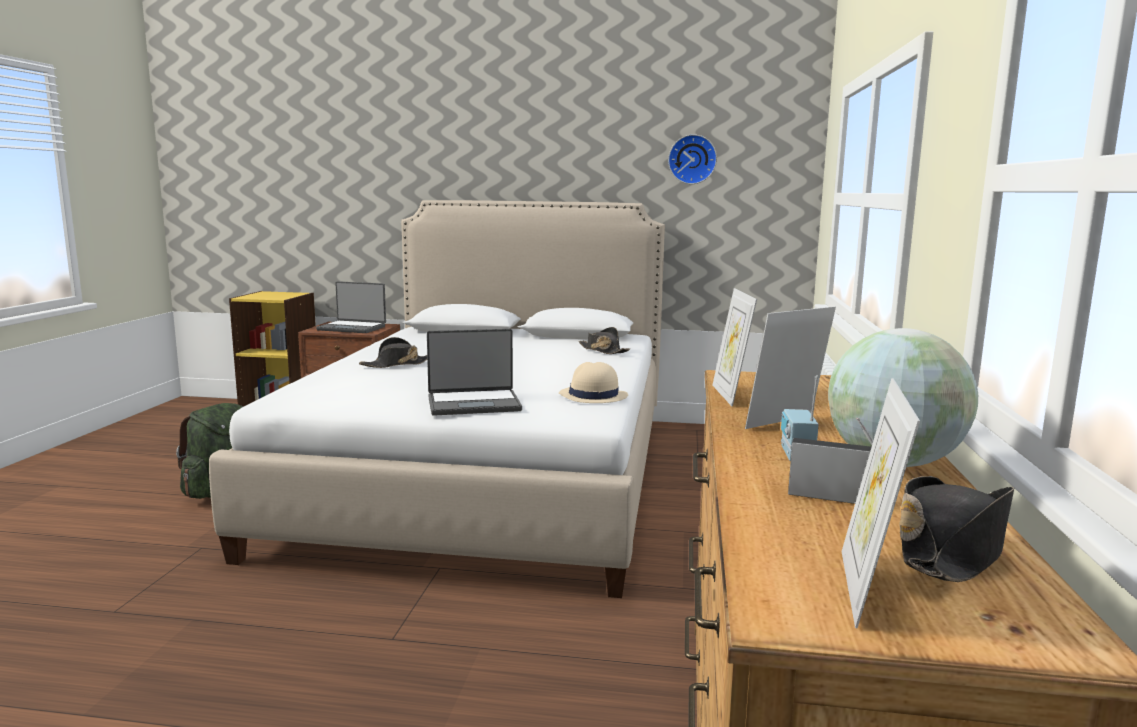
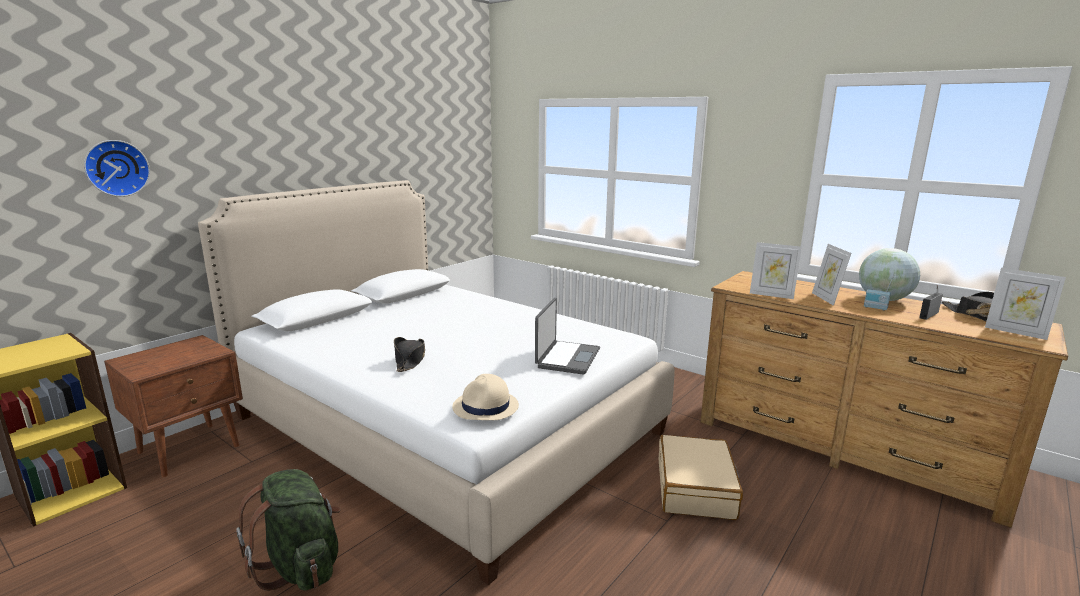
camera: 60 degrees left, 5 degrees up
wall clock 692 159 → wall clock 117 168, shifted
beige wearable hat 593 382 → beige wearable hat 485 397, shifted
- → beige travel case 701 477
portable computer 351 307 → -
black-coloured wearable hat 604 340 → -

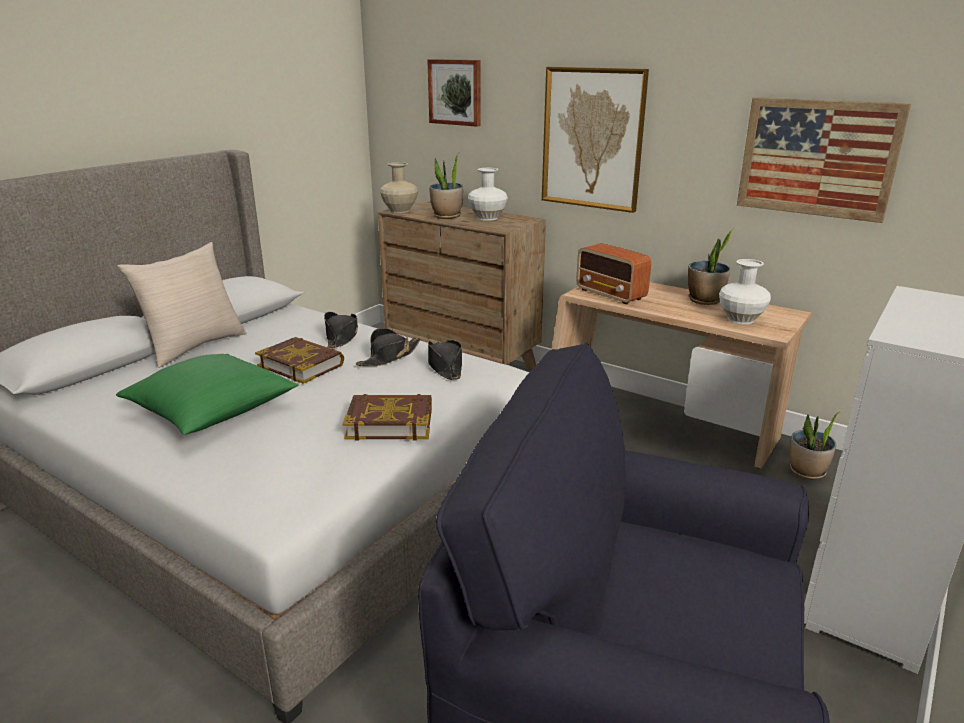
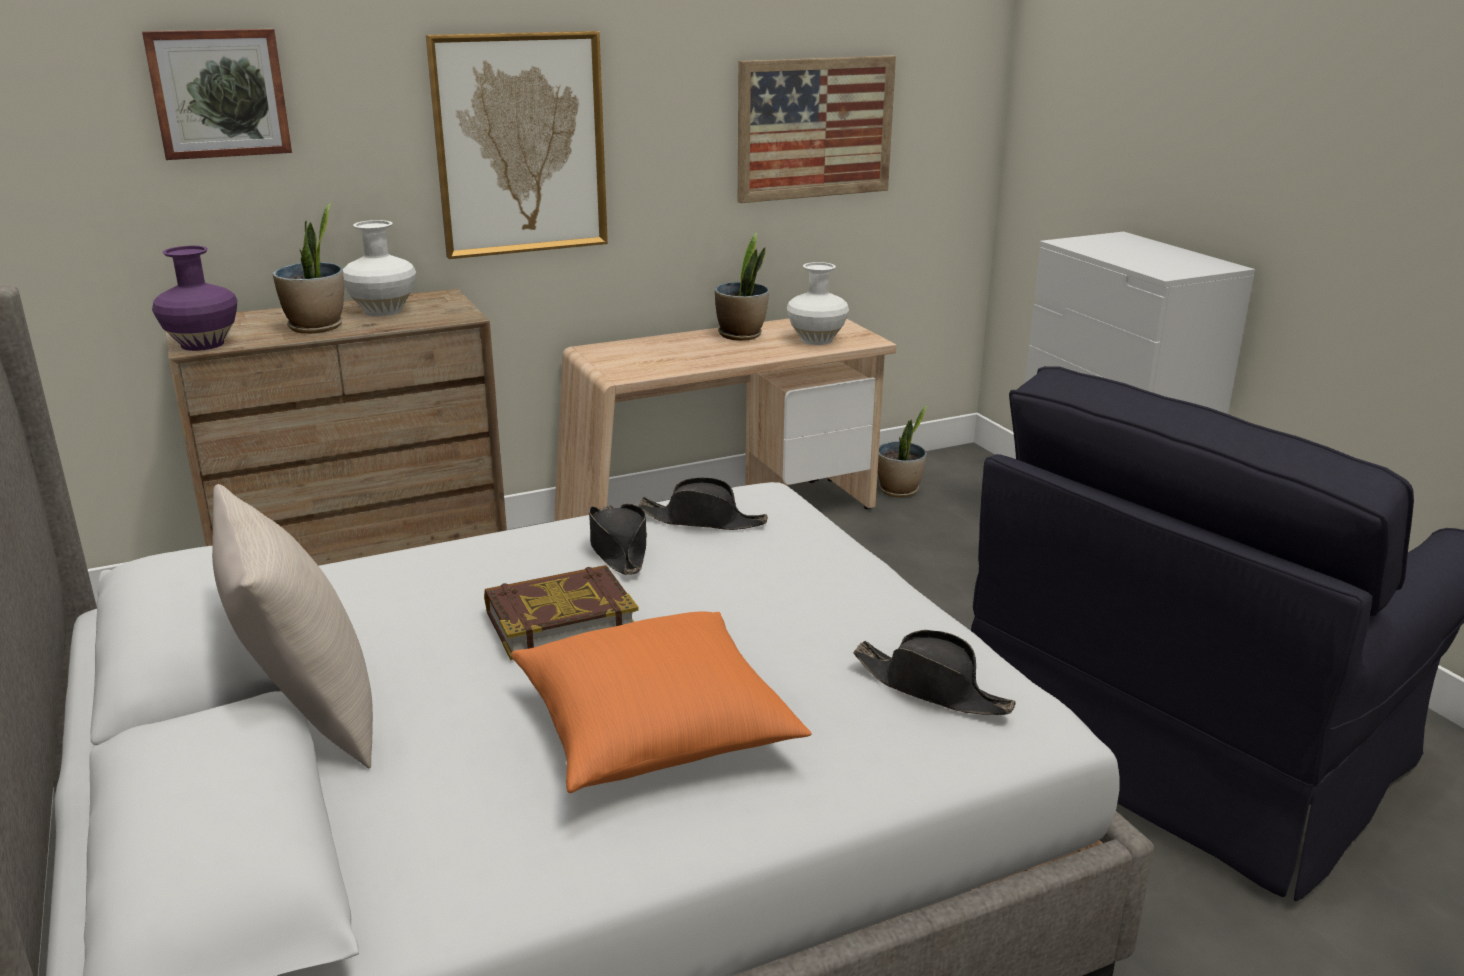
camera: 60 degrees left, 0 degrees up
beige flower vase 399 187 → purple flower vase 194 298
green pillow 207 394 → orangey pillow 661 702
black-coloured wearable hat 341 330 → black-coloured wearable hat 934 672, shifted
book 387 417 → -
radio 613 273 → -

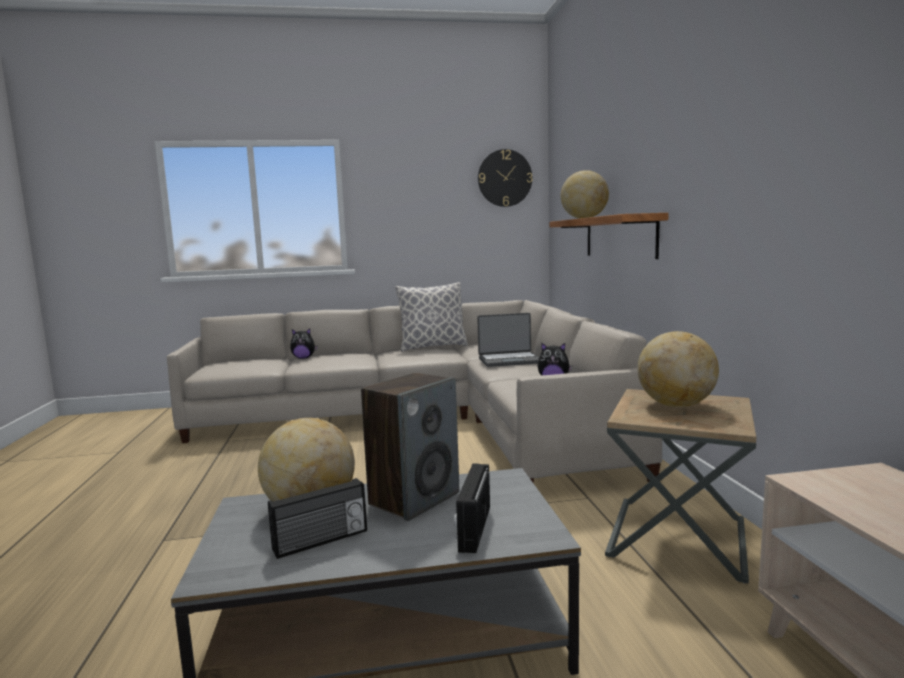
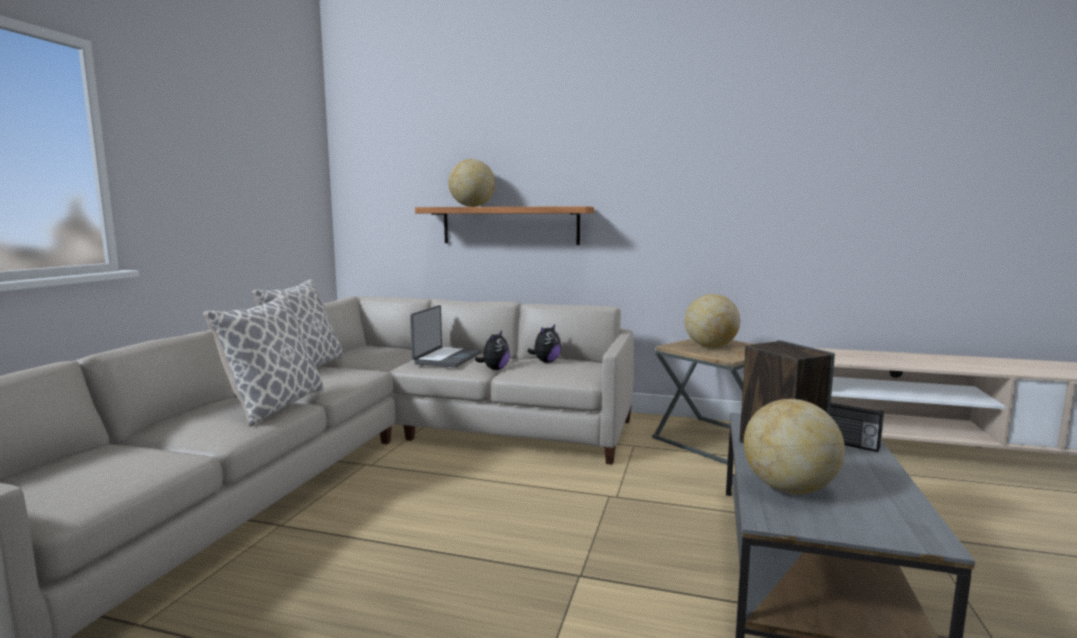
camera: 65 degrees left, 0 degrees up
- → pillow 263 360
soft toy 304 344 → soft toy 492 350, shifted
radio 317 518 → -
wall clock 505 178 → -

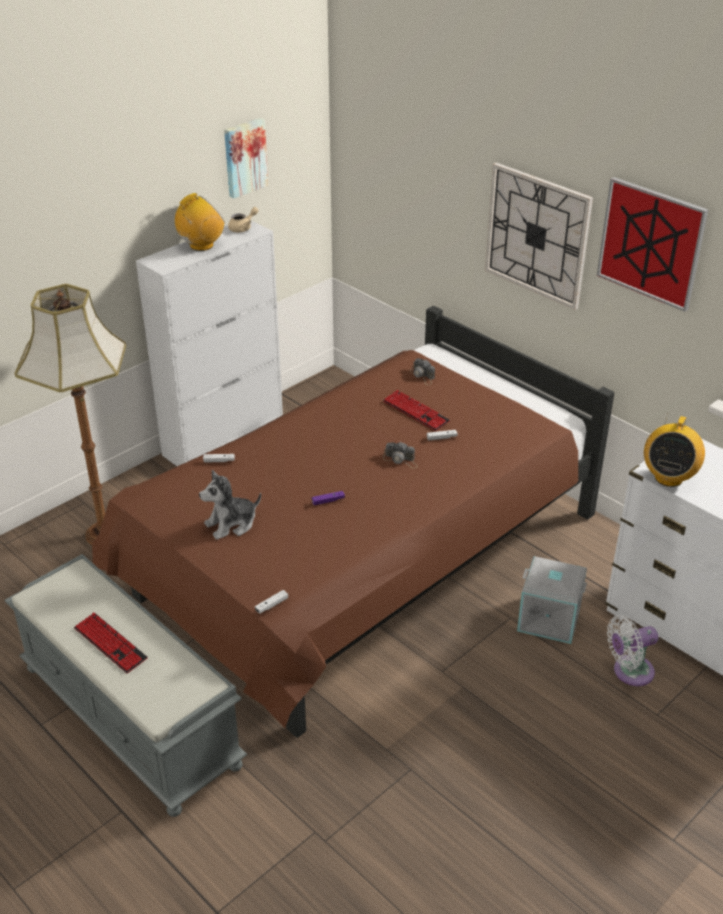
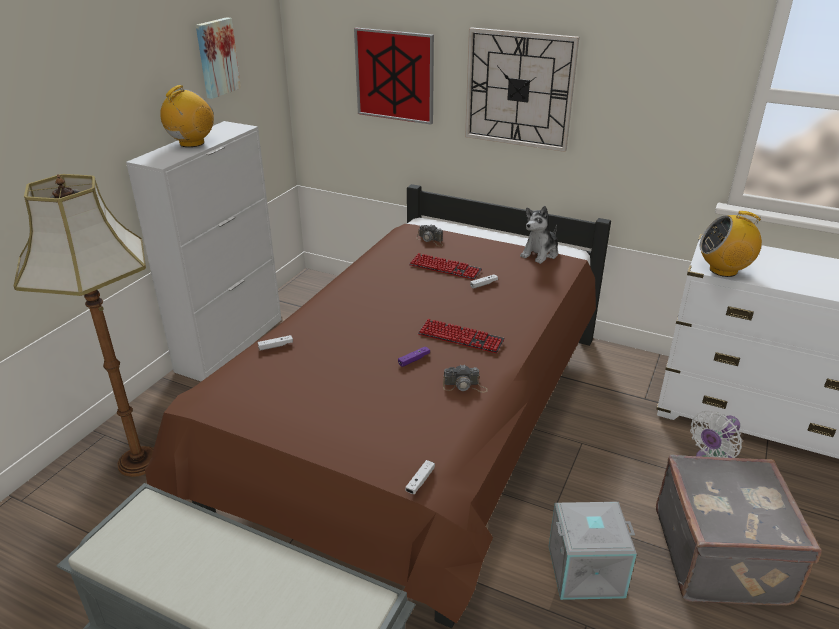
camera: 20 degrees left, 5 degrees down
picture 652 244 → picture 394 76, shifted
keyboard 111 642 → keyboard 461 336, shifted
still camera 400 455 → still camera 465 378, shifted
soft toy 230 505 → soft toy 539 235, shifted
greyish storage container 552 600 → greyish storage container 593 551, shifted
- → greyish travel case 739 530
radio 674 450 → radio 731 244, 90 degrees clockwise
beige teapot 243 219 → -

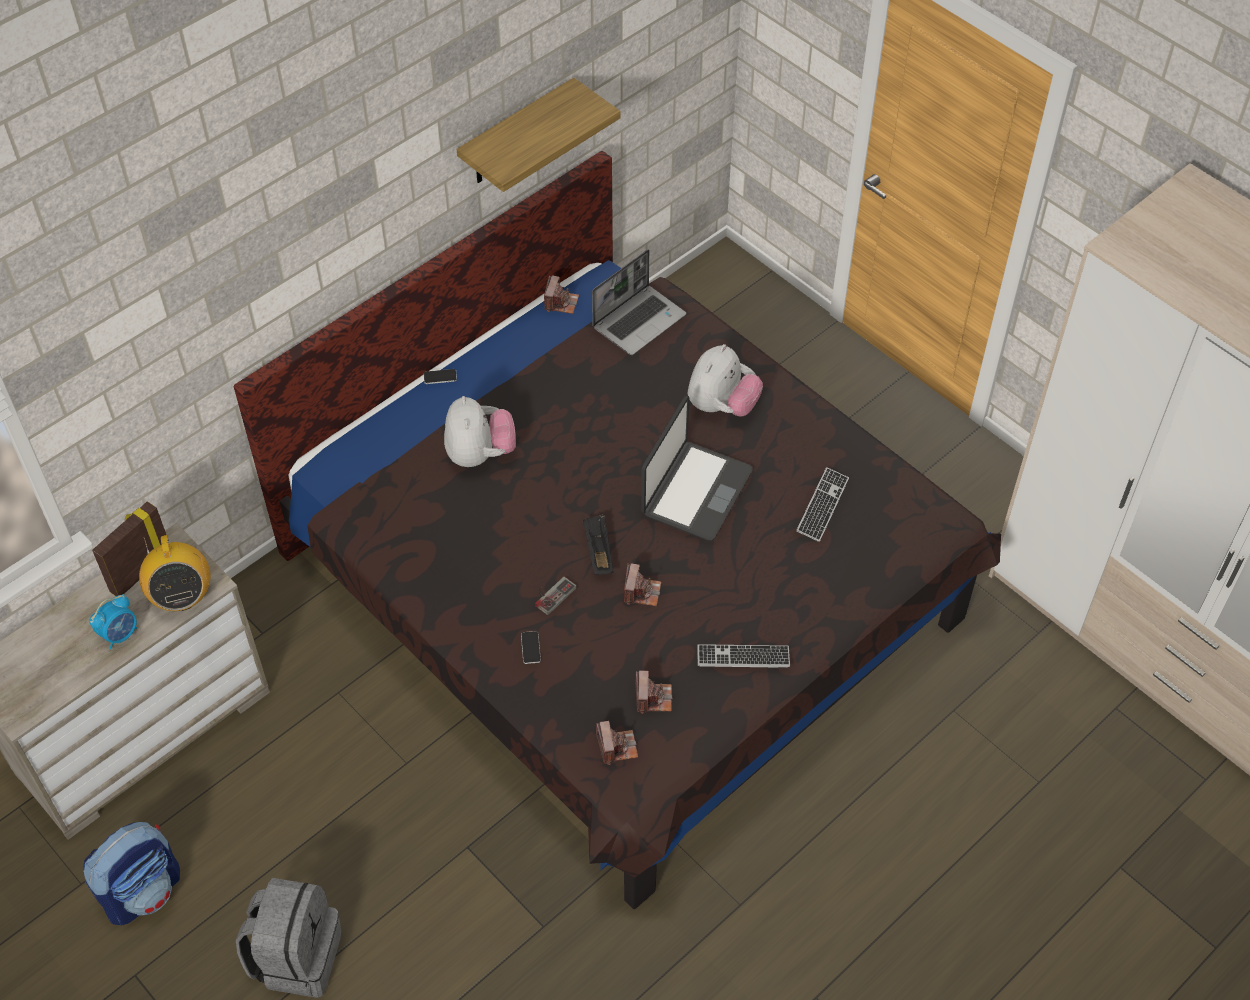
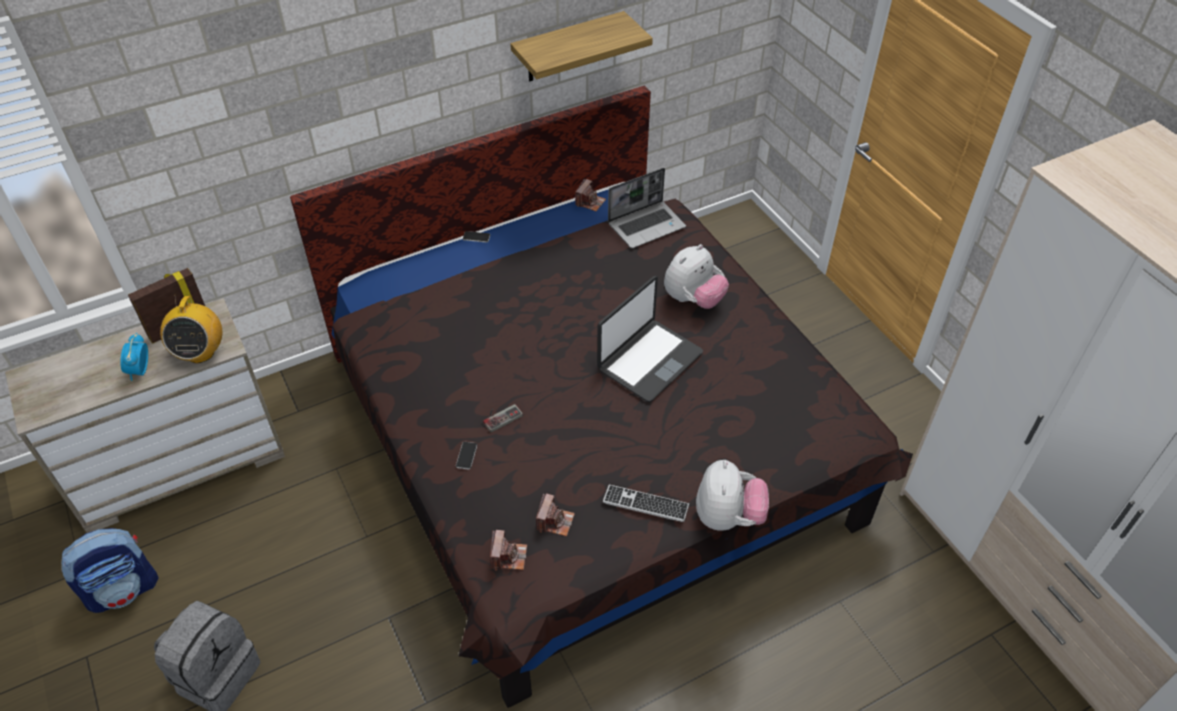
camera: 15 degrees right, 5 degrees down
bedside clock 113 621 → bedside clock 134 357, 120 degrees clockwise
soft toy 480 431 → soft toy 732 495, shifted
black-coloured carrying tray 598 544 → -
still camera 642 584 → -
keyboard 822 504 → -

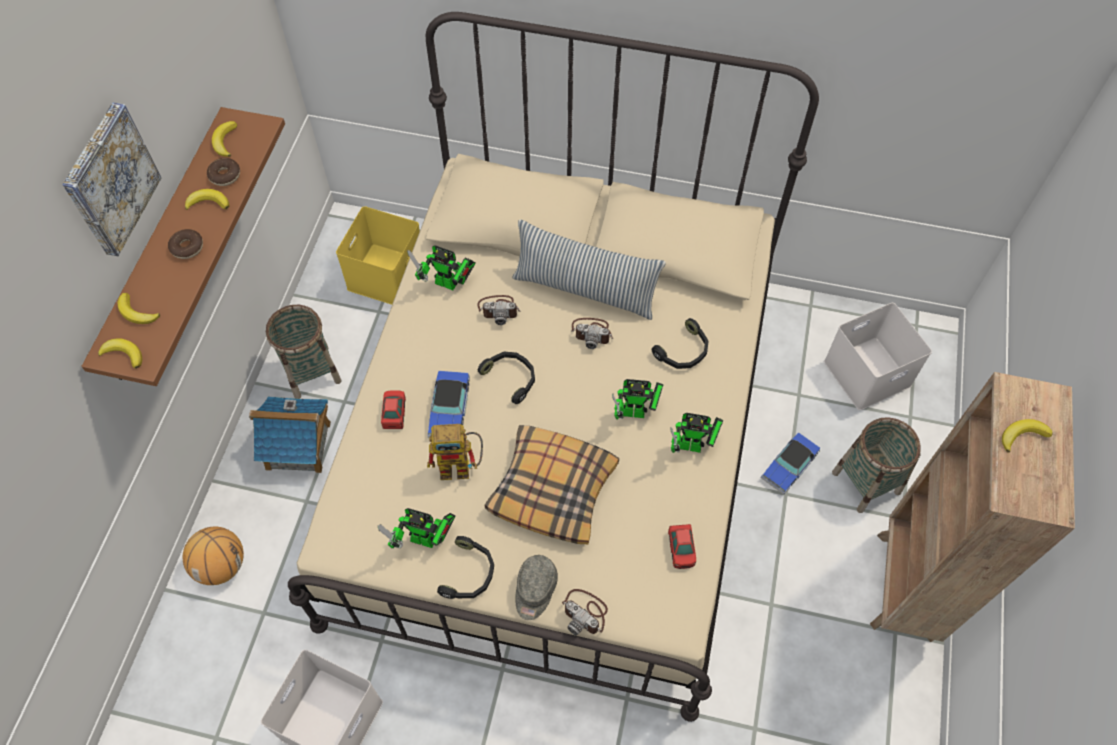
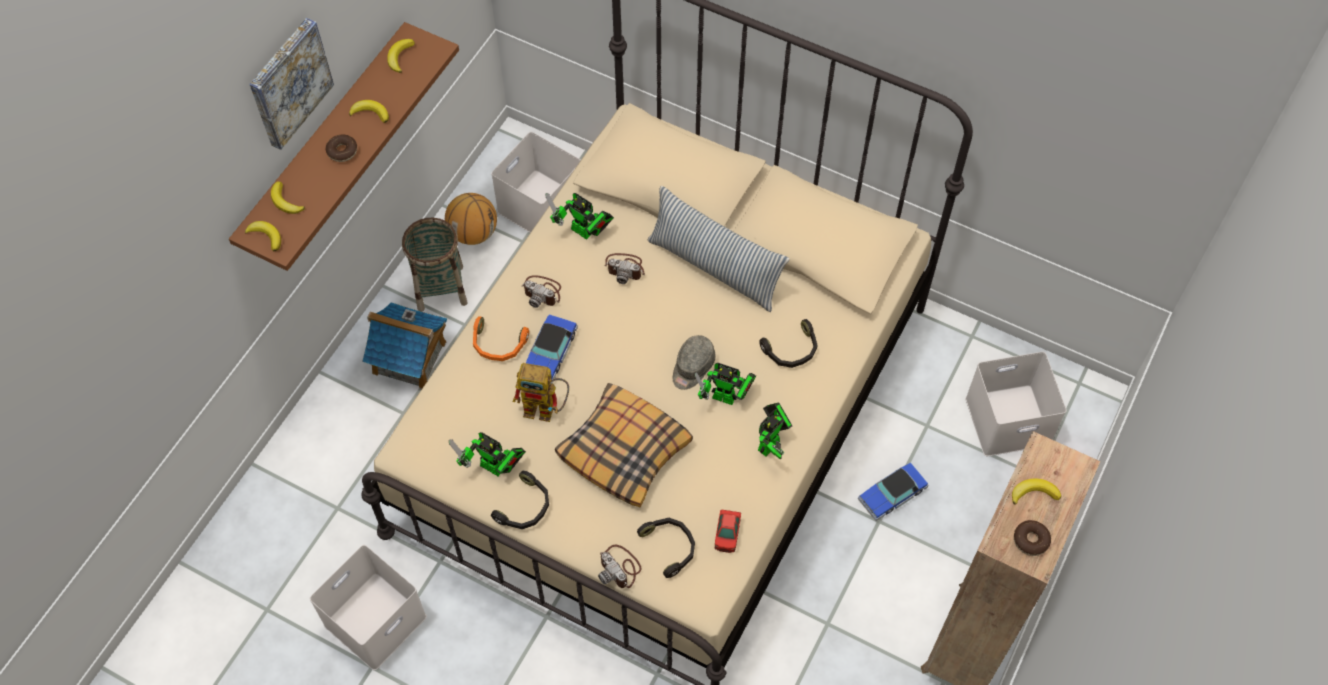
camera: 15 degrees right, 0 degrees up
ball for basketball 213 555 → ball for basketball 471 219, shifted
miniature car 393 409 → orangey headphones 501 338
yellow storage container 378 255 → white storage container 536 182
still camera 592 333 → still camera 541 291, shifted
black-coloured headphones 506 378 → black-coloured headphones 666 548, shifted
greyish baseball cap 536 587 → greyish baseball cap 694 362, shifted
robot figure 696 433 → robot figure 775 431, 75 degrees counterclockwise
donut 223 172 → donut 1032 538, shifted
basket 876 465 → -

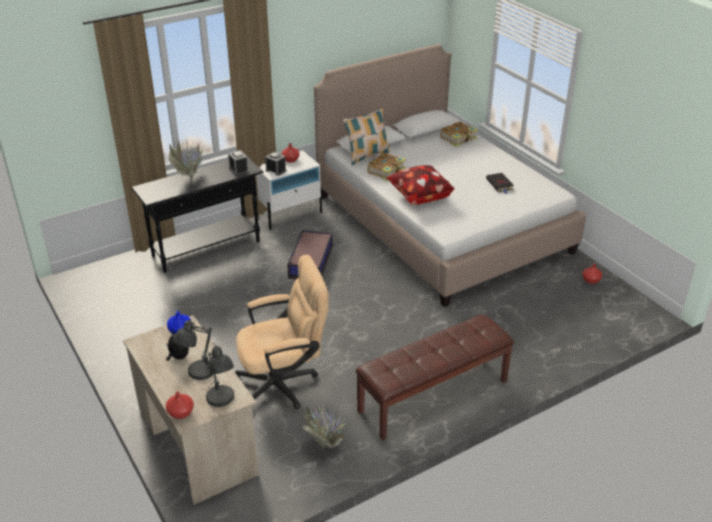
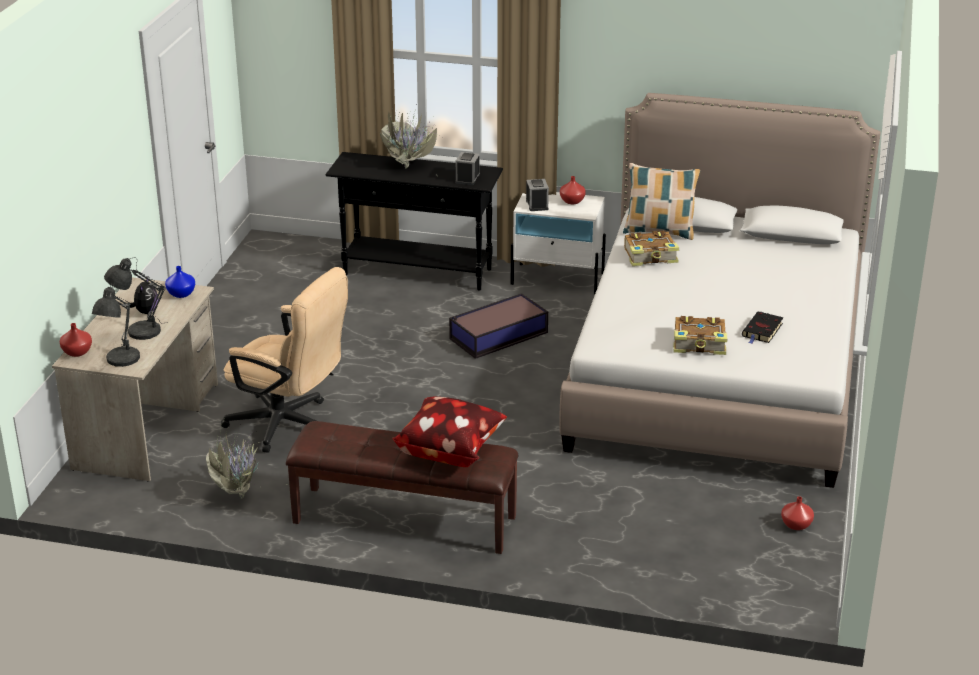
camera: 45 degrees right, 5 degrees down
pillow 421 185 → pillow 449 432, shifted
book 459 134 → book 700 335, shifted

